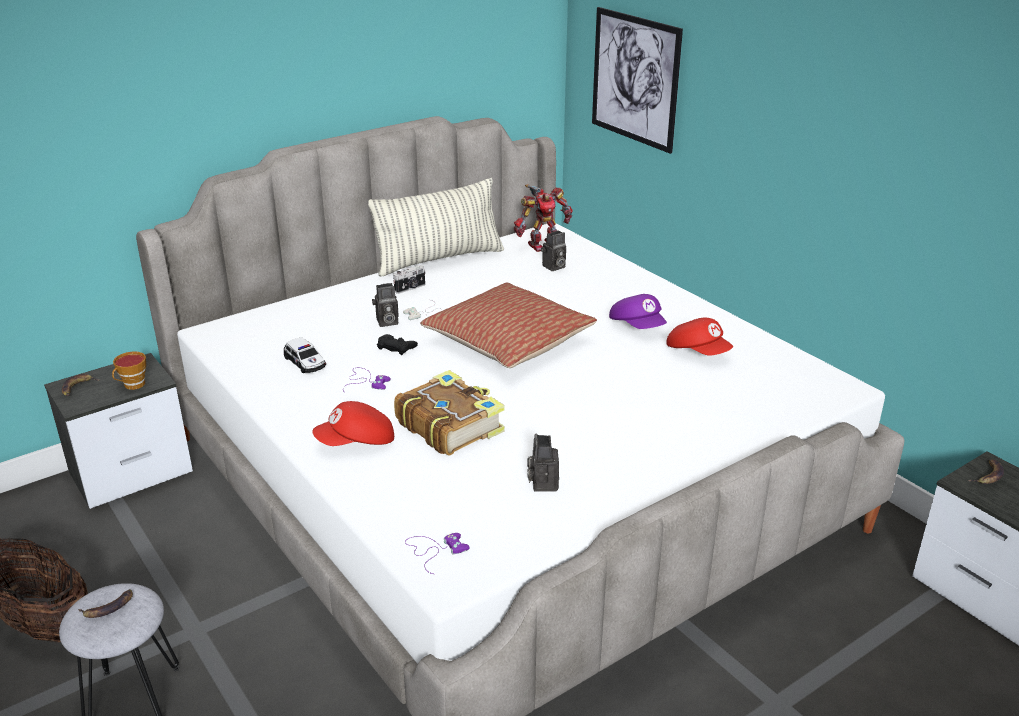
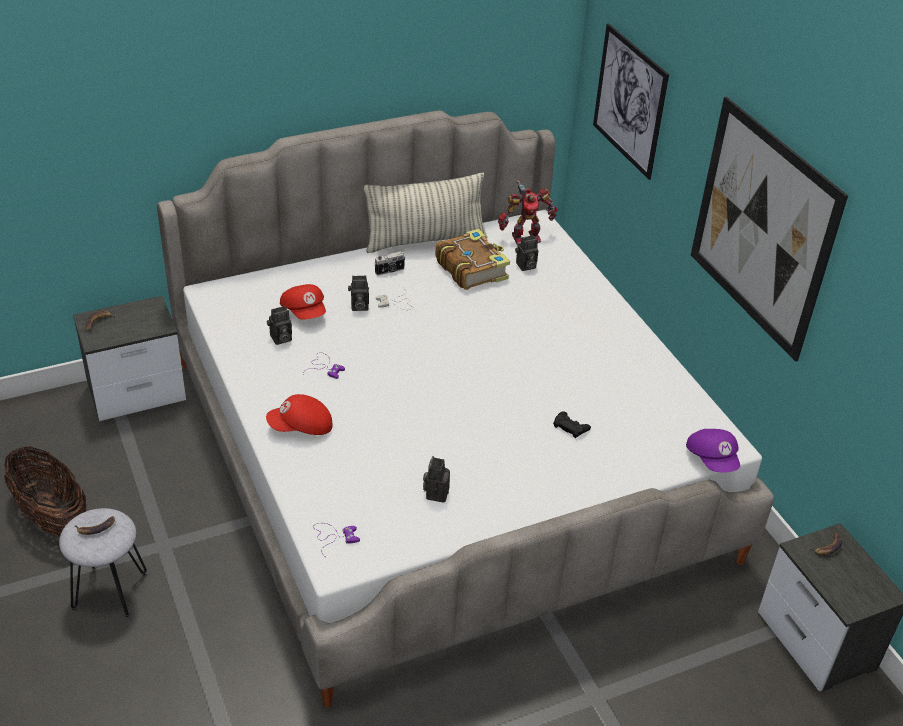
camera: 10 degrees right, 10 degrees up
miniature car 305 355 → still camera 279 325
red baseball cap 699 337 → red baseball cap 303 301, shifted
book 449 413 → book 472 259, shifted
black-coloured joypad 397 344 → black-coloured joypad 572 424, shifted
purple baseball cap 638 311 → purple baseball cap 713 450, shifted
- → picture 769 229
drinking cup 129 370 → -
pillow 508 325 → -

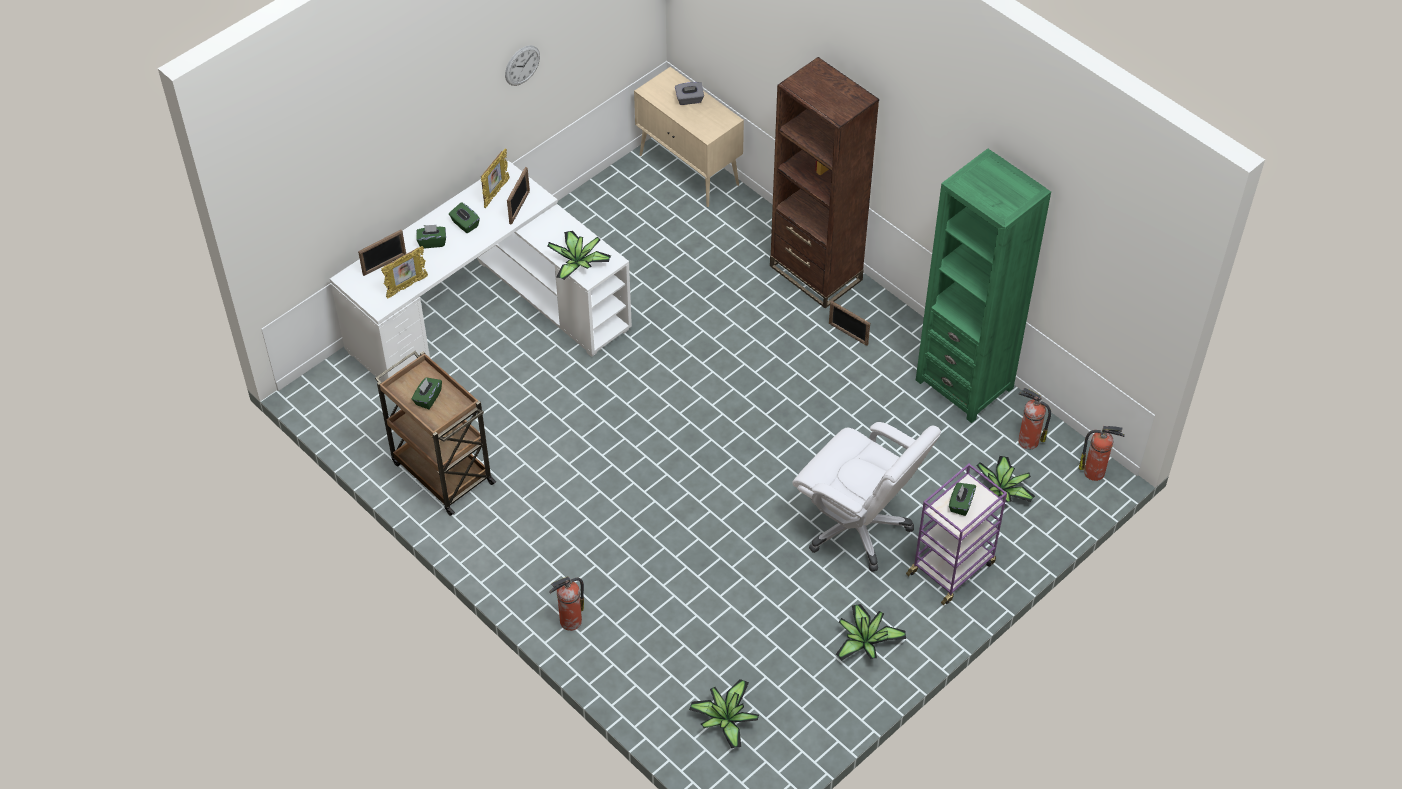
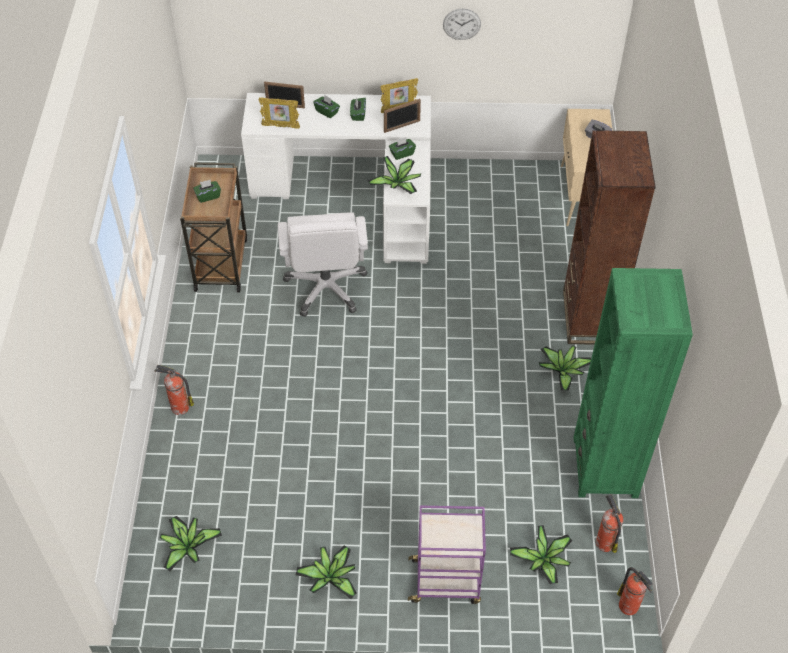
camera: 45 degrees right, 0 degrees up
white computer chair 866 497 → white computer chair 323 264, shifted
green tissue box 962 499 → green tissue box 402 148, shifted
photo frame 849 323 → houseplant 565 368

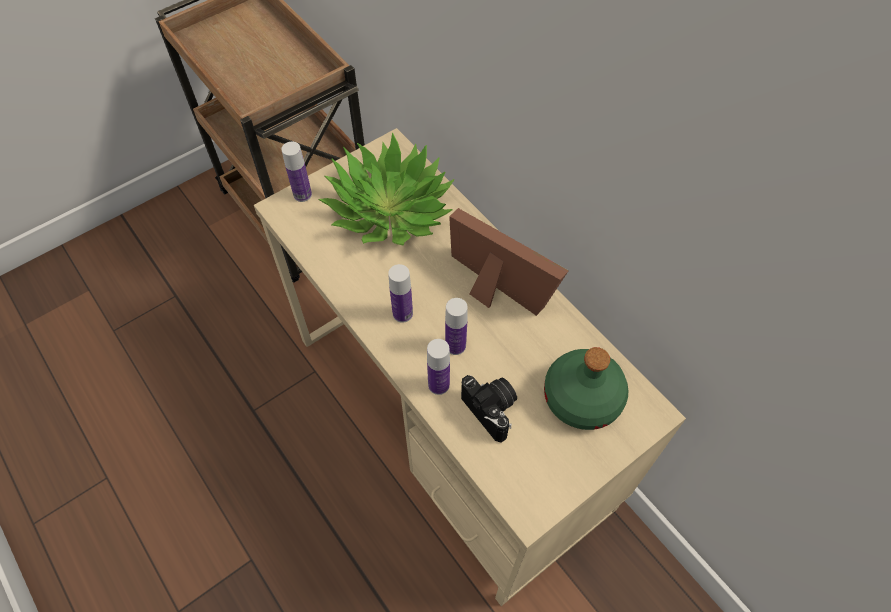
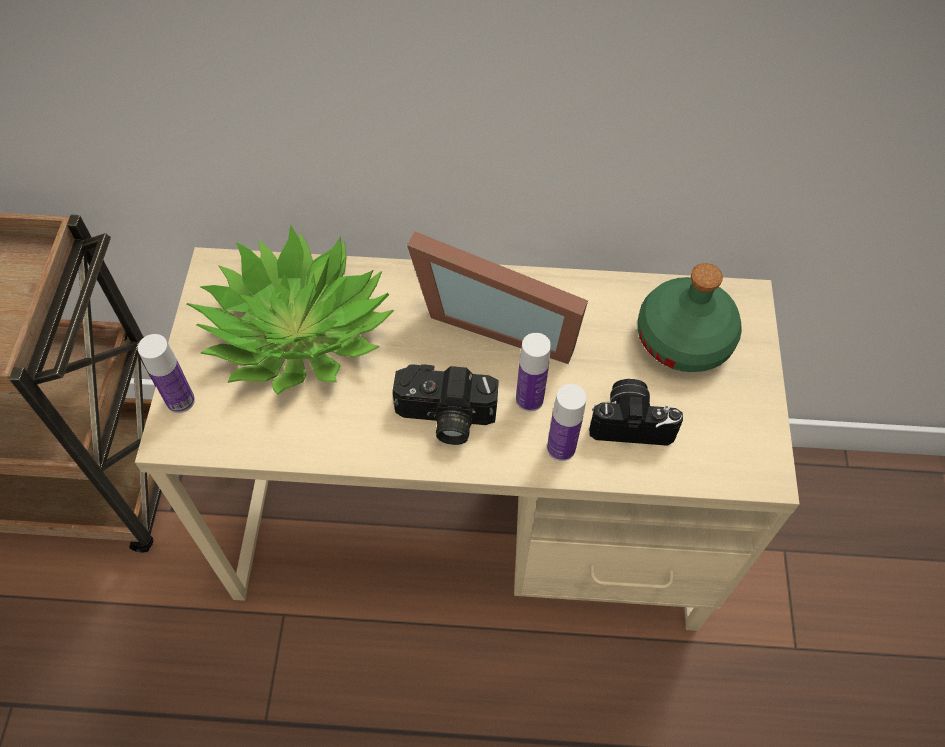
camera: 50 degrees left, 0 degrees up
beverage bottle 400 293 → still camera 446 404
photo frame 509 262 → photo frame 497 297, 150 degrees counterclockwise

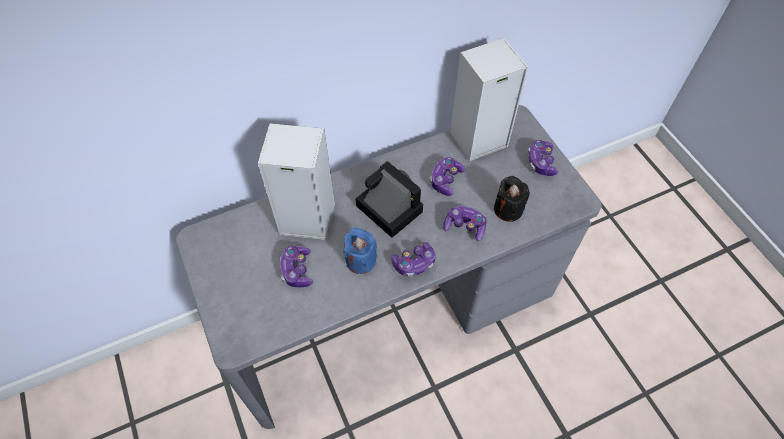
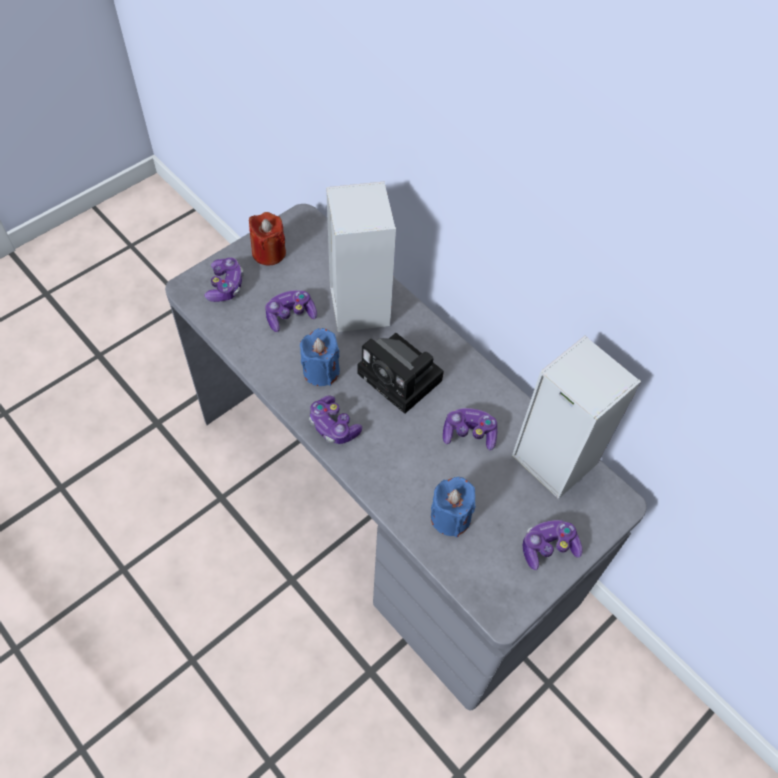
camera: 70 degrees right, 0 degrees up
joypad 465 223 → joypad 224 280, shifted
- → red candle 267 238
still camera 389 199 → still camera 400 373, 105 degrees clockwise
black-coloured candle 512 199 → blue candle 453 507

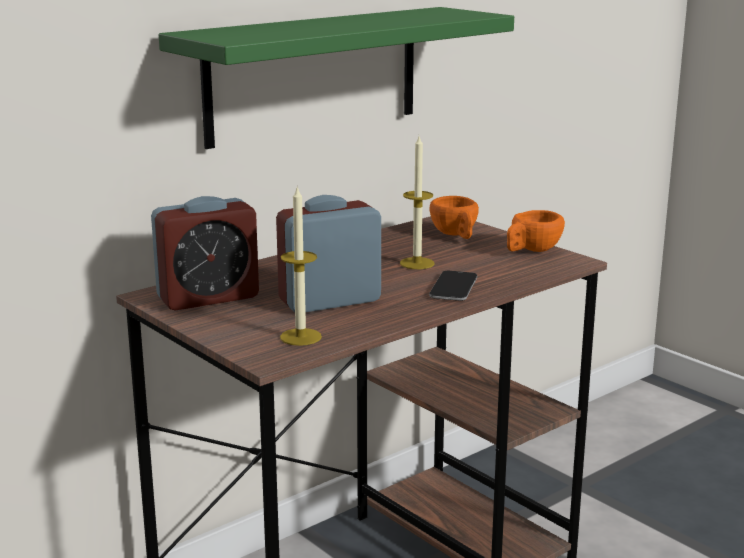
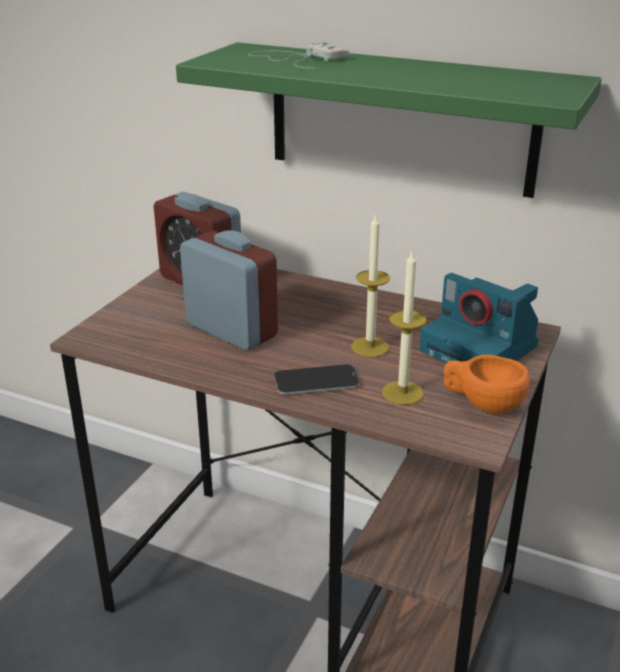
camera: 65 degrees right, 10 degrees up
- → white joypad 299 55
candle 301 266 → candle 404 328, shifted
orangey drinking cup 454 217 → still camera 479 318

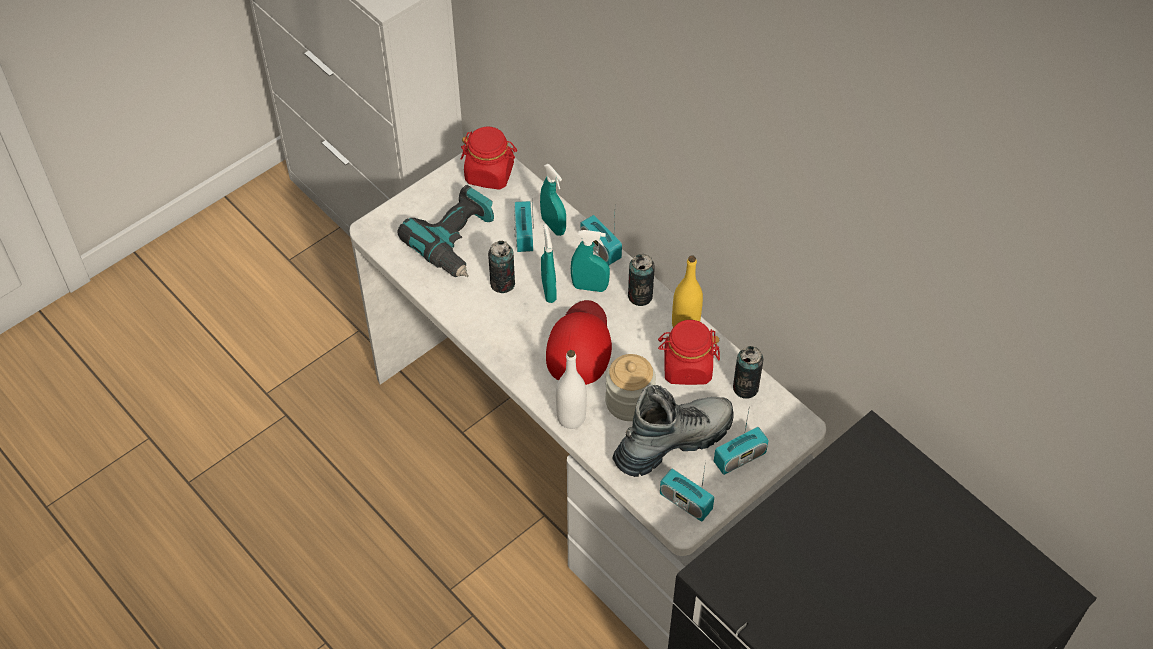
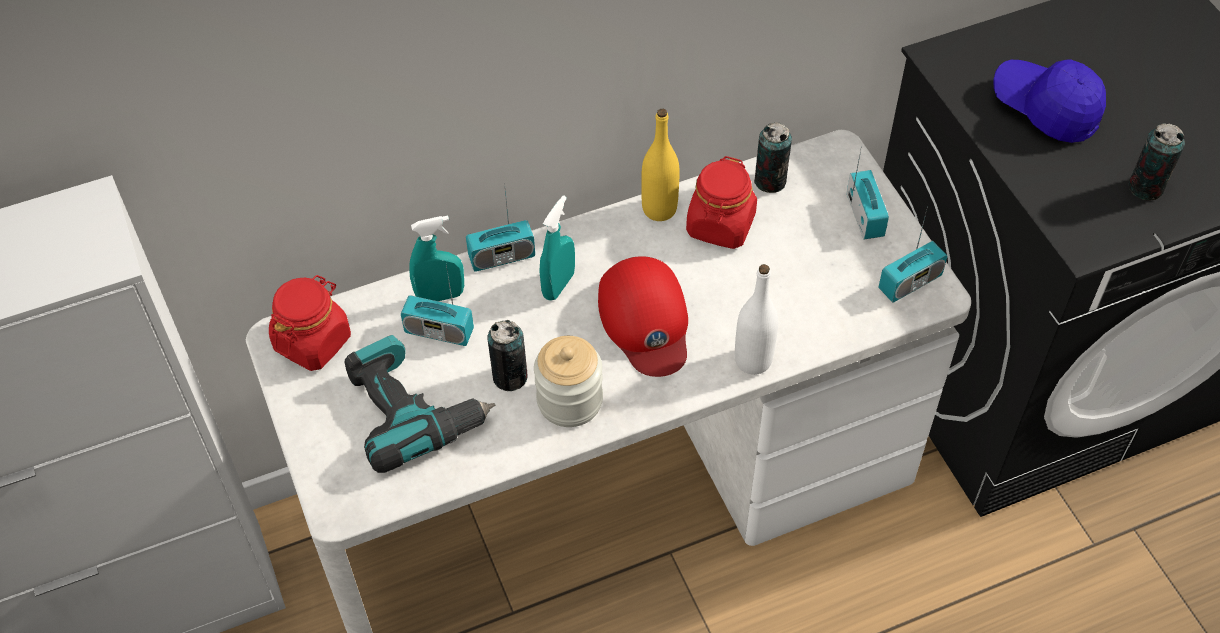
camera: 70 degrees left, 0 degrees up
jar 630 387 → jar 568 381, shifted
red baseball cap 579 342 → red baseball cap 643 316, 135 degrees counterclockwise
- → blue baseball cap 1050 101
metal can 641 280 → metal can 1157 161, shifted
turquoise-coloured hand sprayer 549 263 → -
boot 673 431 → -

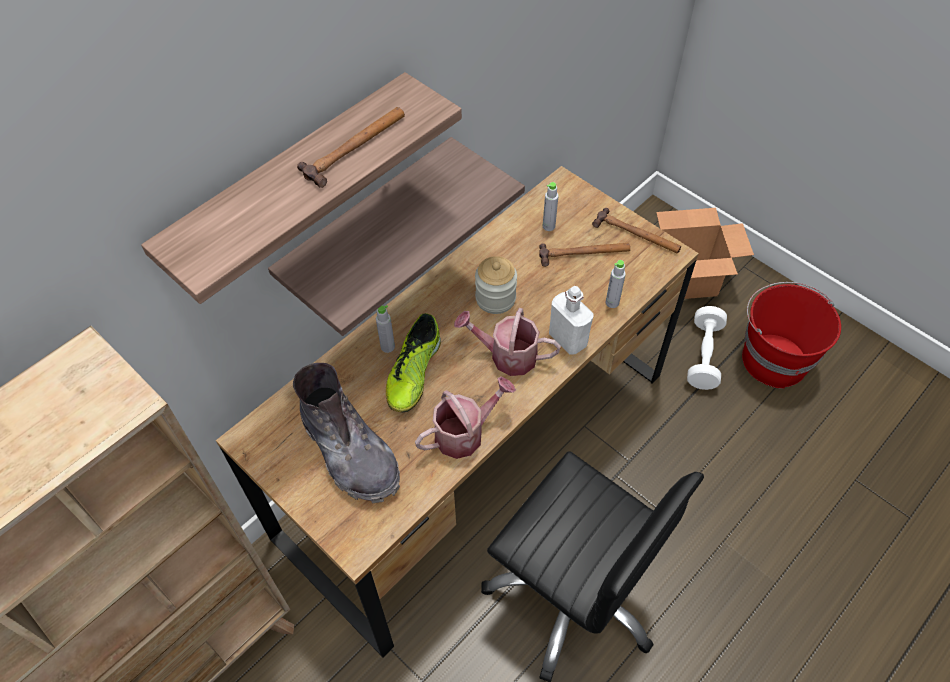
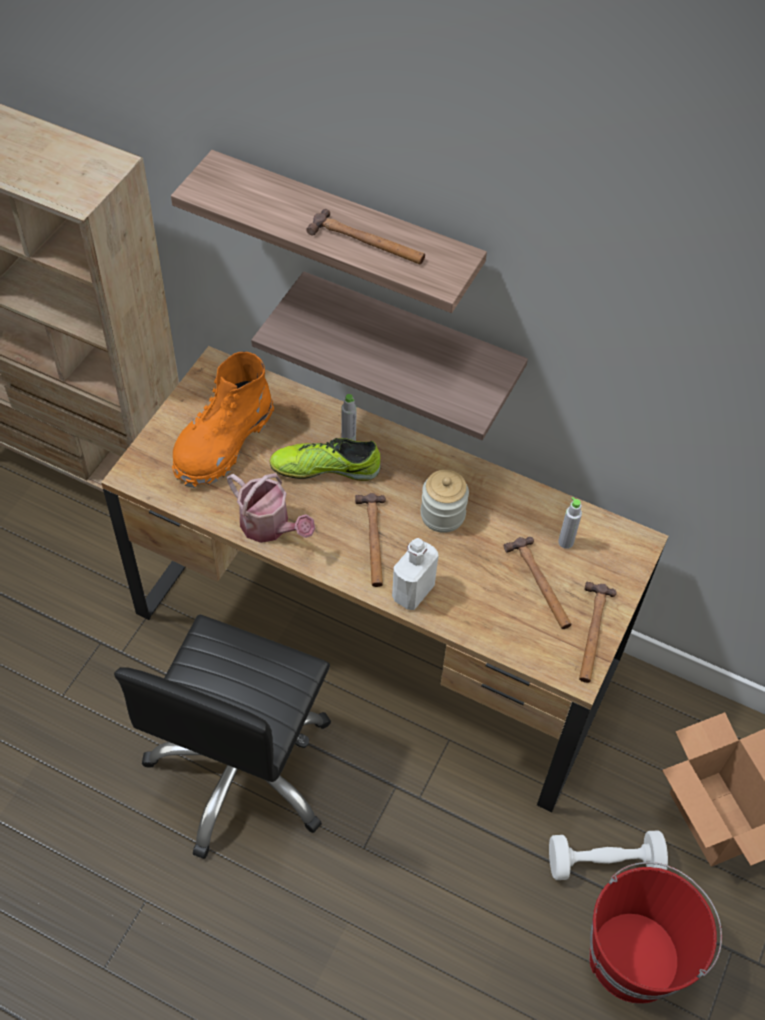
camera: 70 degrees right, 0 degrees up
greyish boot 346 433 → orangey boot 223 419
watering pot 507 342 → hand hammer 370 540
greyish beverage bottle 616 284 → -

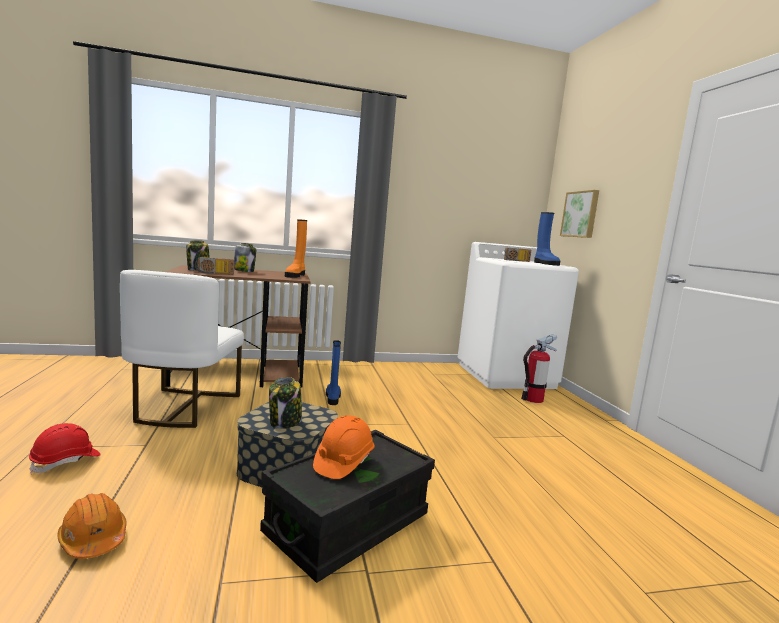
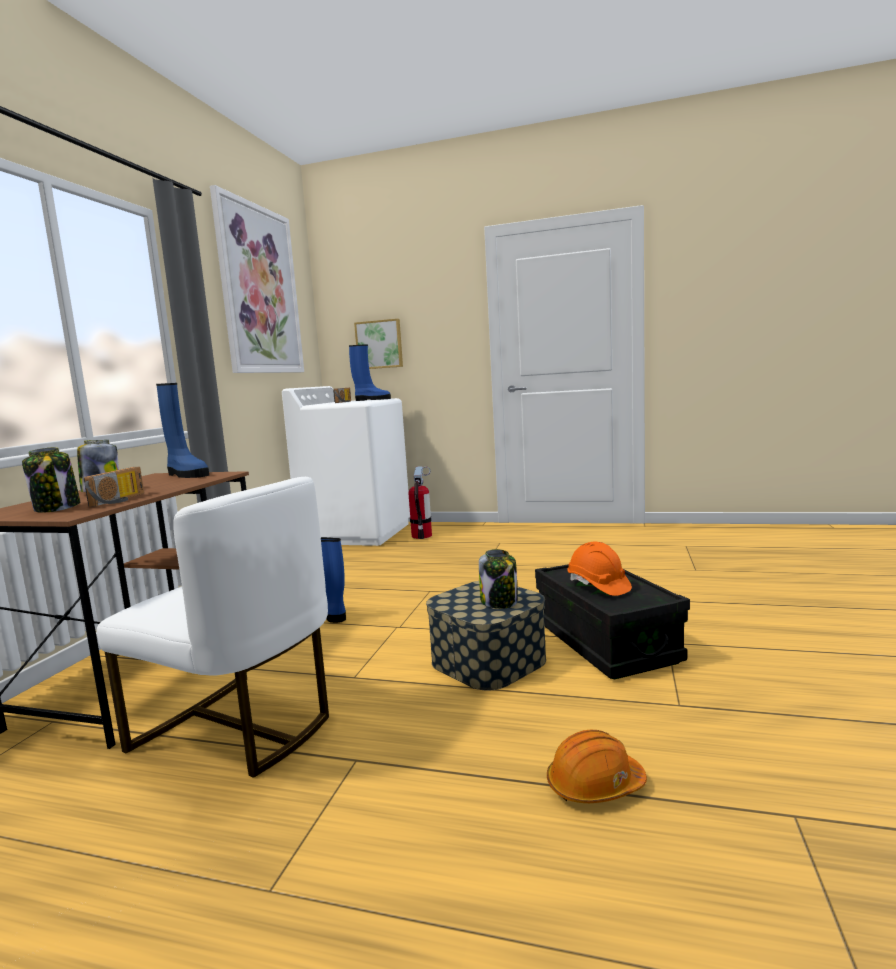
camera: 60 degrees left, 0 degrees up
orangey boot 296 248 → blue boot 182 430
- → picture 257 279
red safety helmet 65 448 → -

